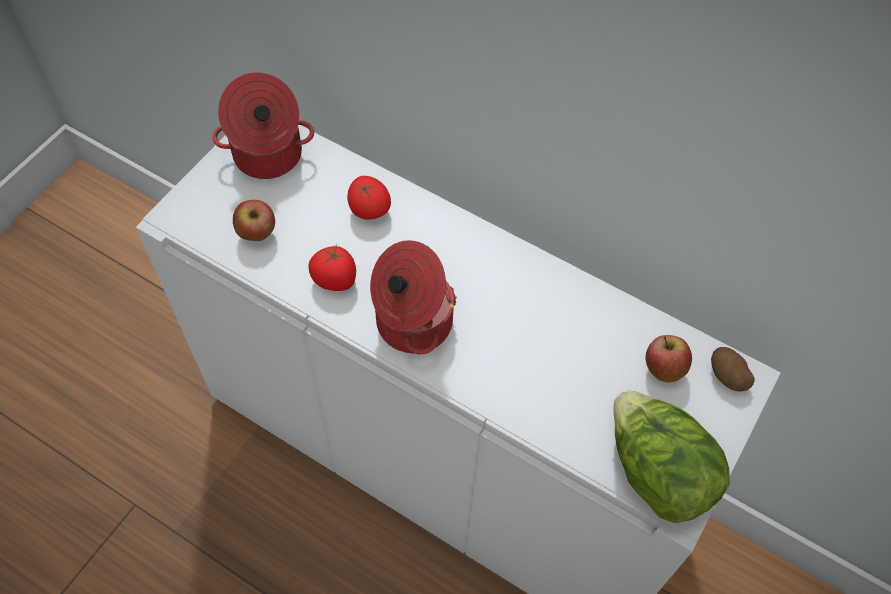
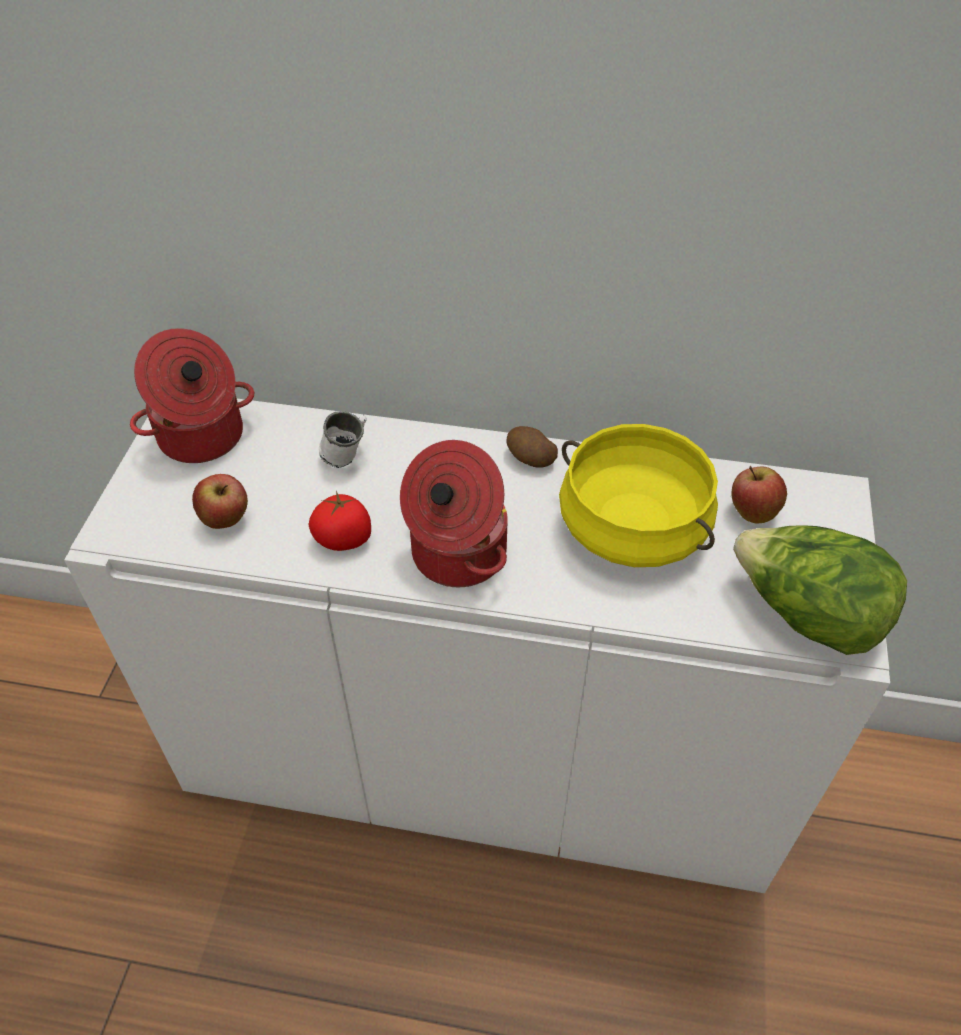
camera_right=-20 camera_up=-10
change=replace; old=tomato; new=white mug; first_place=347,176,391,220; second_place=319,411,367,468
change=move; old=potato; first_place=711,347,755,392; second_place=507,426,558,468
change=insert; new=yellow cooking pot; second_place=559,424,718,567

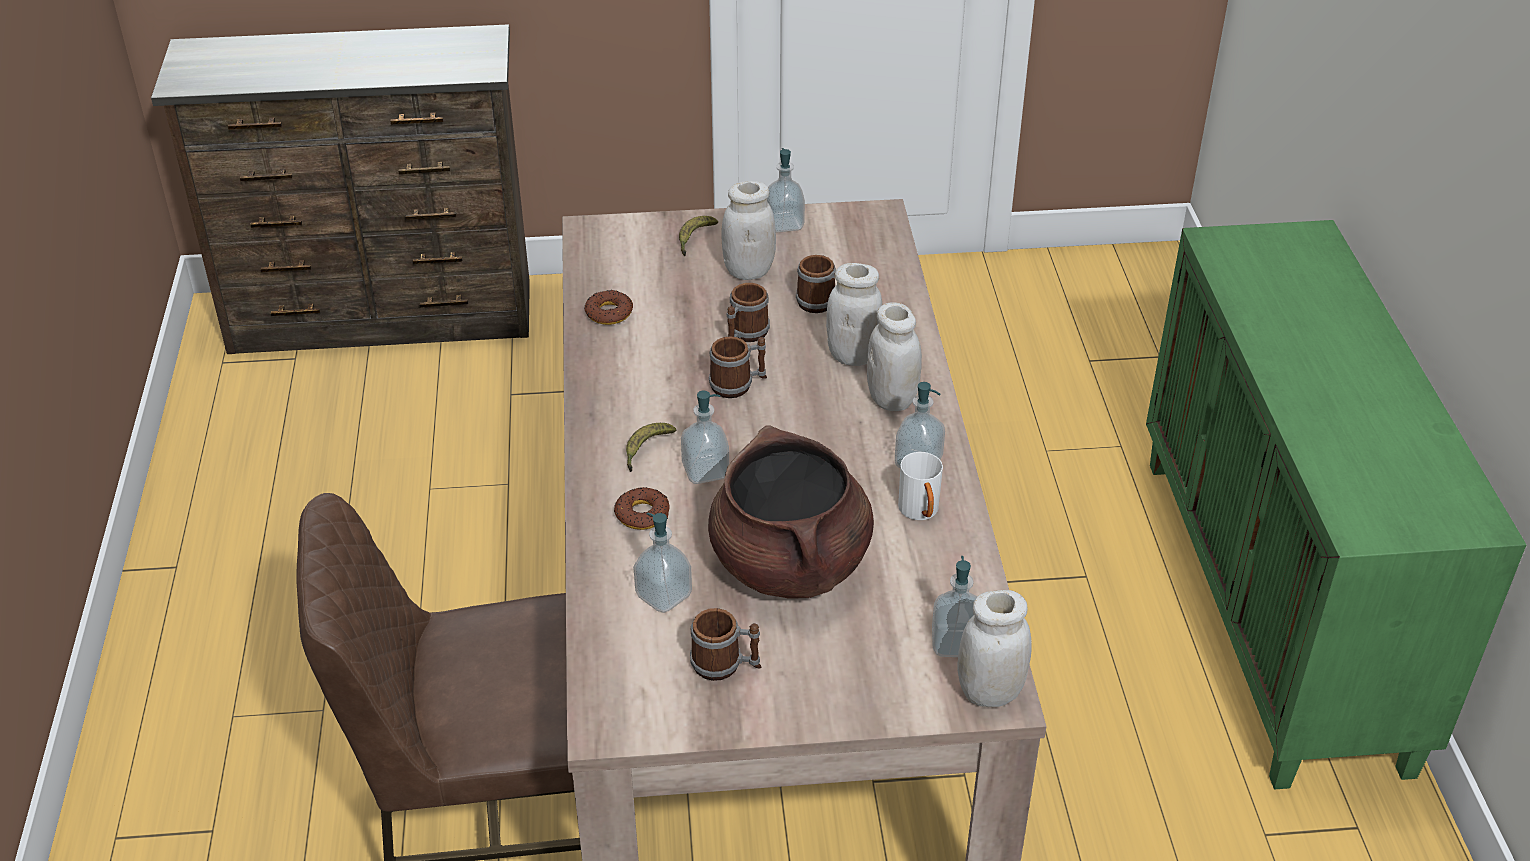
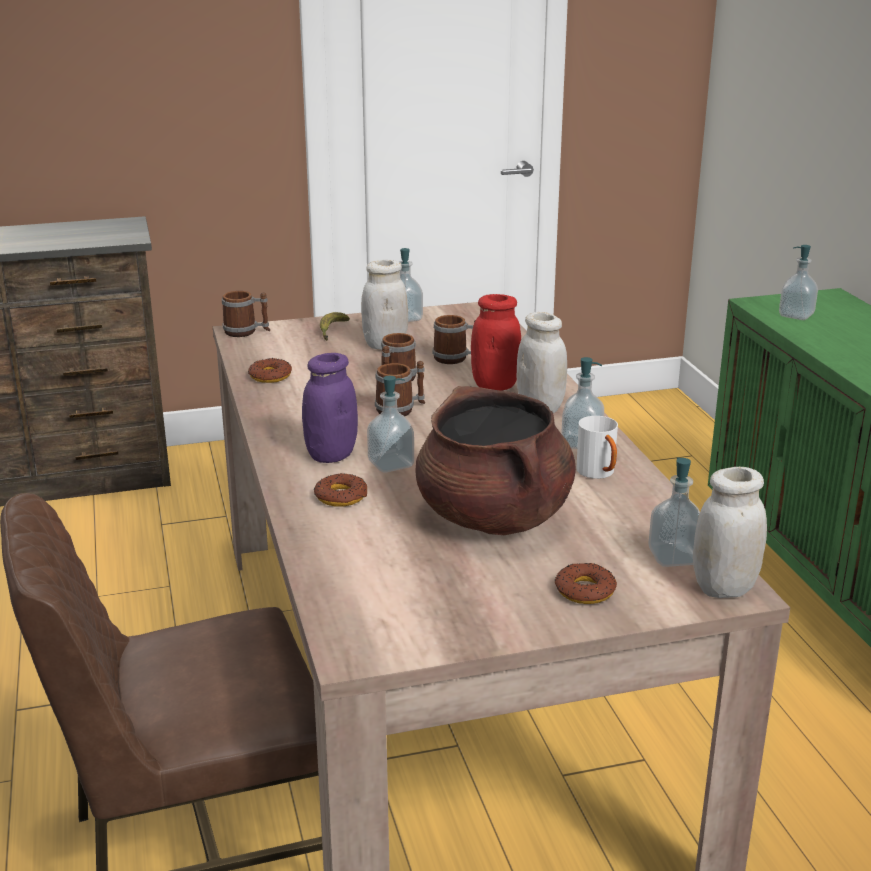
camera_right=-10 camera_up=-15
change=move; old=mug; first_place=690,608,762,681; second_place=222,291,270,337
change=replace; old=banana; new=purple jar; first_place=626,423,676,472; second_place=302,353,358,463
change=recolor; old=white jar; new=red jar; first_place=826,263,883,366; second_place=471,294,521,391
change=insert; new=donut; second_place=555,563,617,604
change=move; old=soap dispenser; first_place=633,513,692,613; second_place=779,245,818,320

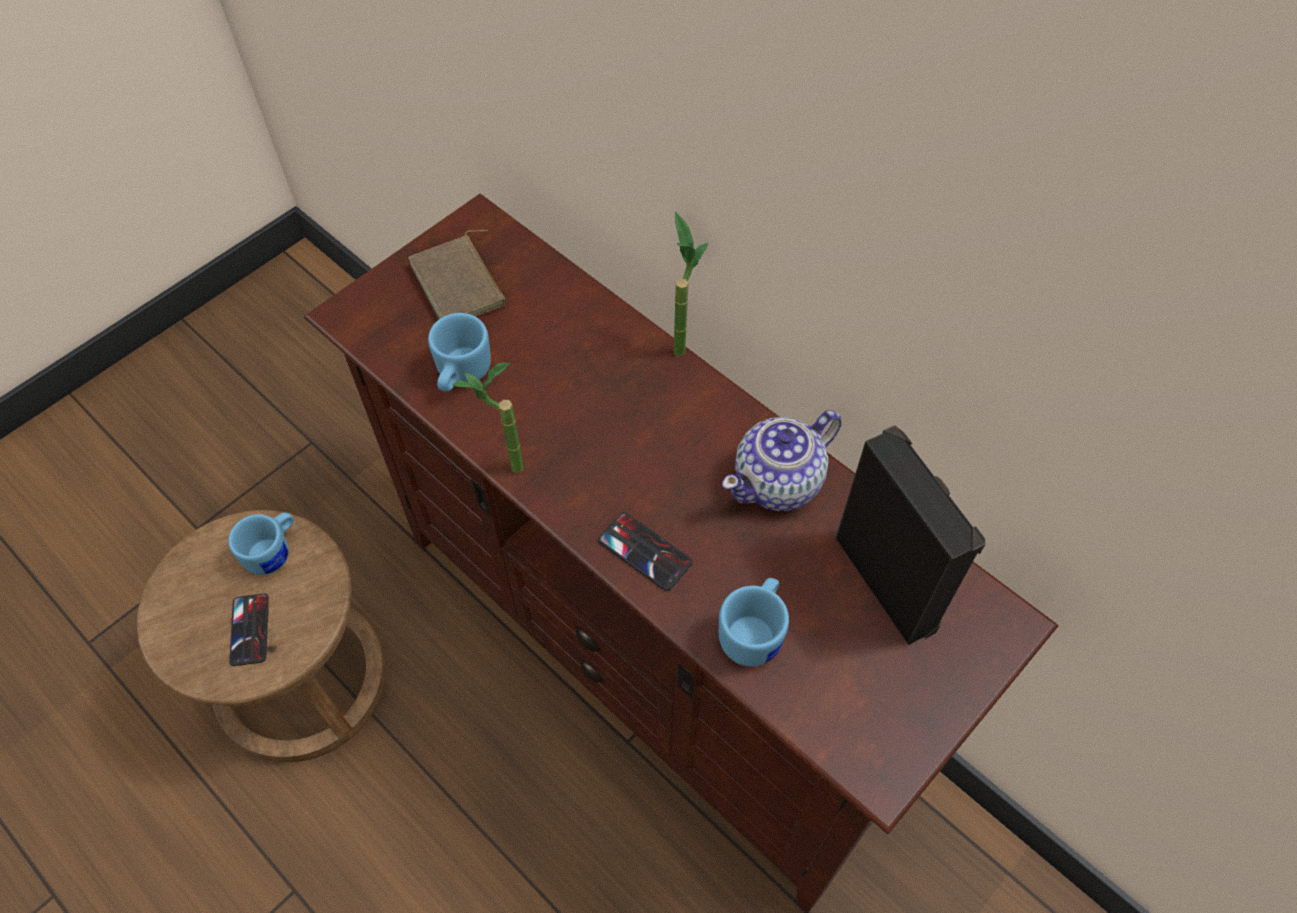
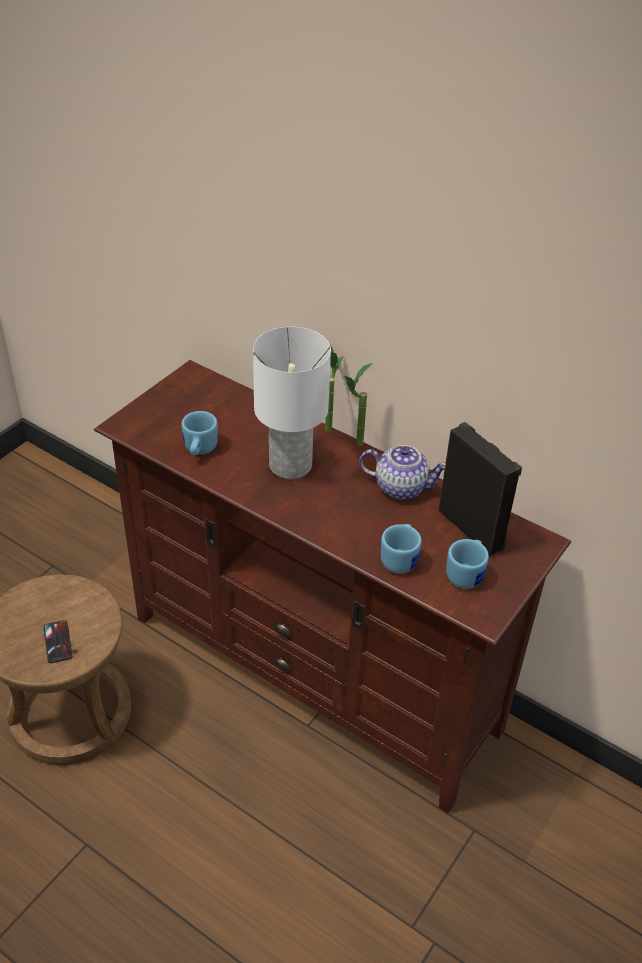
camera_right=-10 camera_up=-15
change=insert; new=white table lamp; second_place=253,327,331,479
change=move; old=potted plant; first_place=452,363,524,473; second_place=342,363,372,446
change=rotate; old=teapot; first_place=722,410,841,511; second_place=359,445,446,500; degrees=-120
change=move; old=blue mug; first_place=228,512,294,575; second_place=446,539,489,589
change=delete; old=brown book; first_place=408,230,505,320
change=delete; old=phone; first_place=598,513,693,591

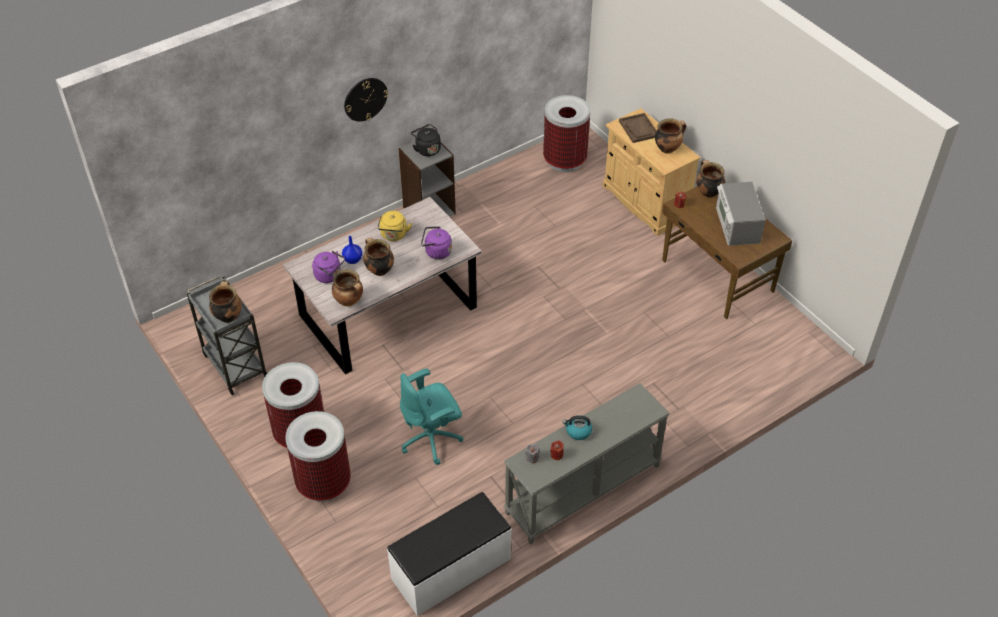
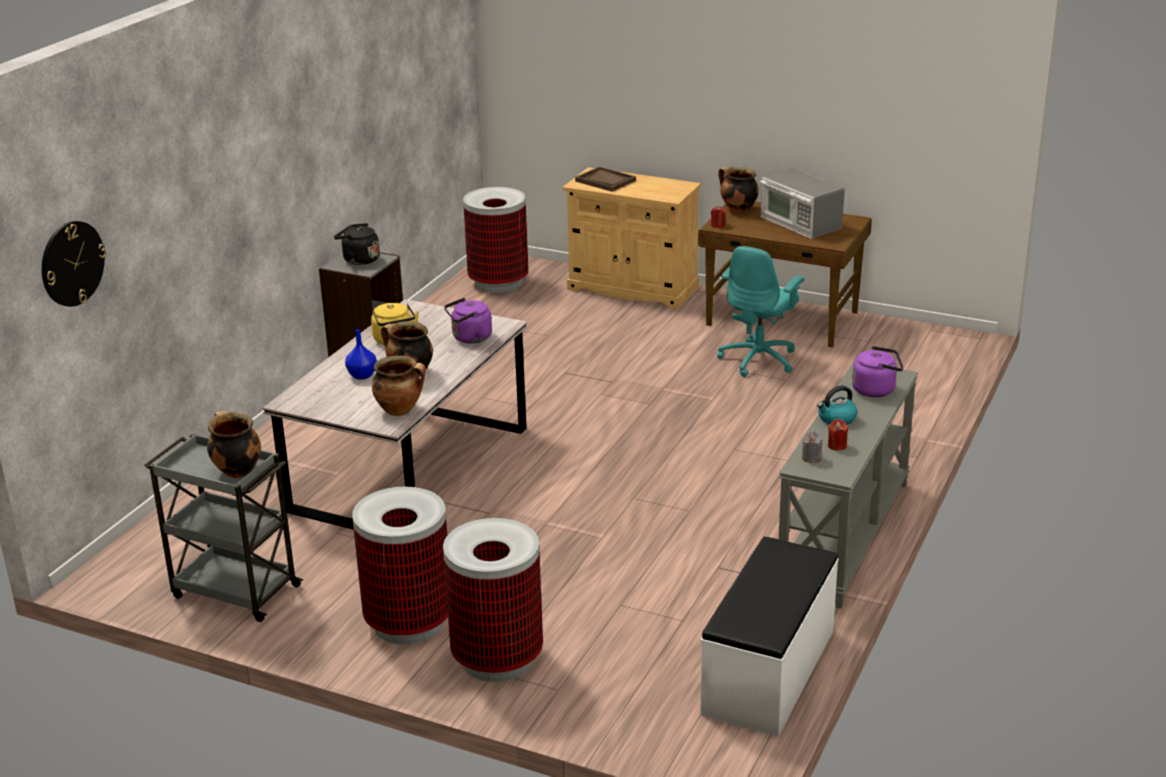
camera_right=-30 camera_up=-20
change=move; old=wall clock; first_place=344,78,388,122; second_place=42,221,106,307
change=move; old=turquoise office chair; first_place=400,368,463,465; second_place=717,246,804,377
change=move; old=purple kettle; first_place=312,251,345,283; second_place=852,346,903,397
change=delete; old=cooking pot; first_place=655,118,686,153

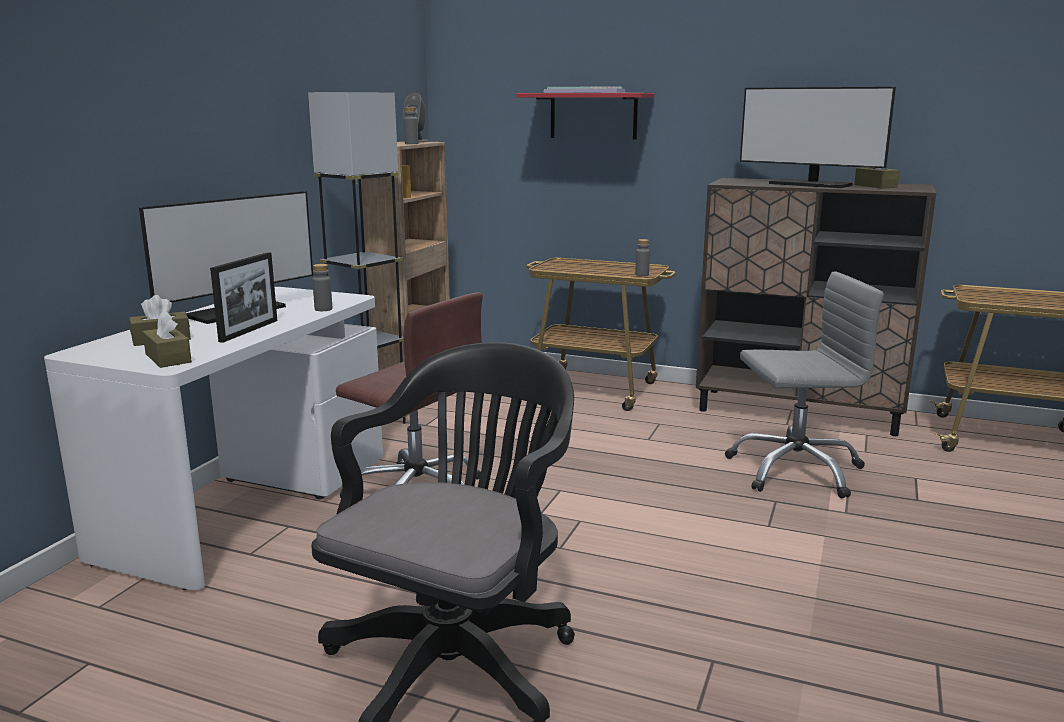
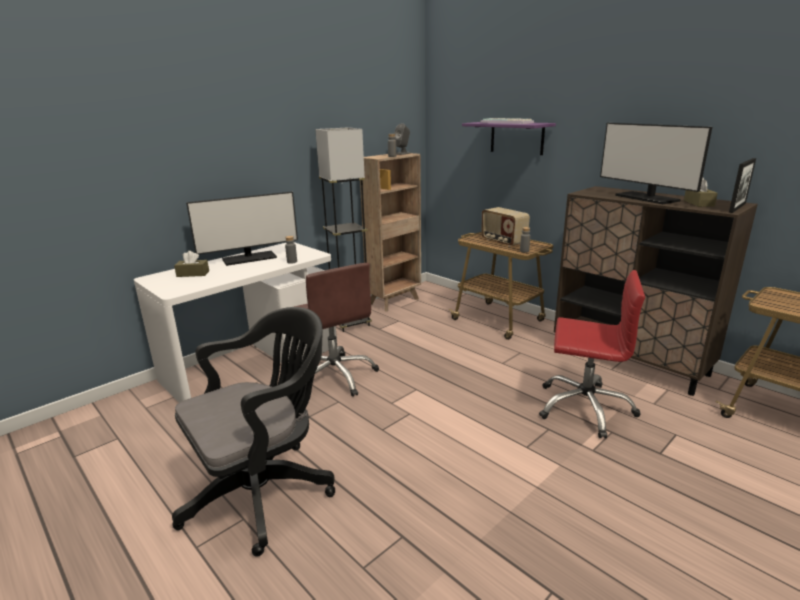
camera_right=25 camera_up=5
change=recolor; old=red shelf; new=purple shelf; first_place=517,93,655,140; second_place=462,122,556,155
change=insert; new=radio; second_place=481,207,530,247
change=recolor; old=grey office chair; new=red office chair; first_place=725,271,884,499; second_place=539,270,645,438
change=move; old=picture frame; first_place=210,252,277,343; second_place=729,158,756,213
change=delete; old=brown tissue box; first_place=143,311,192,368

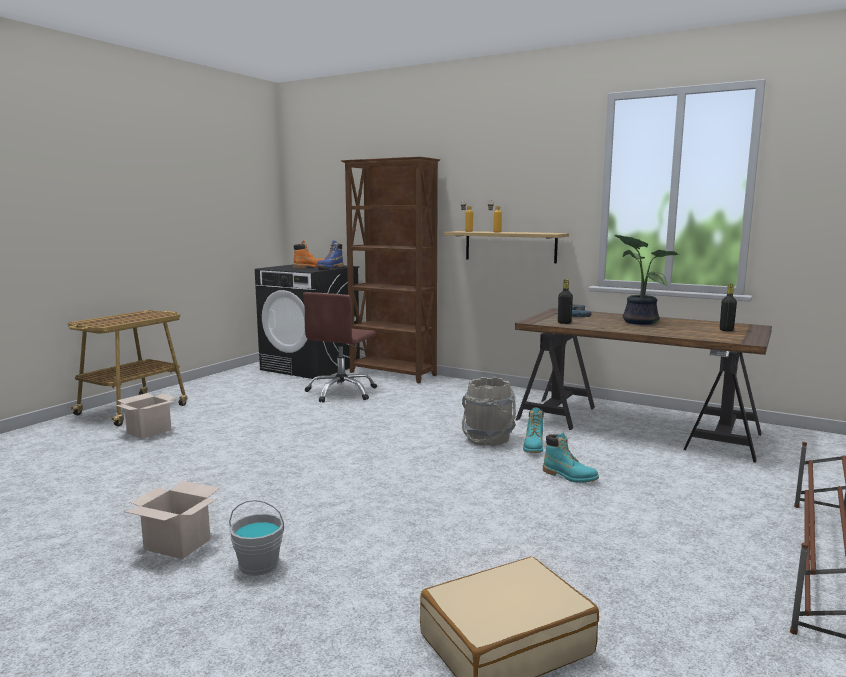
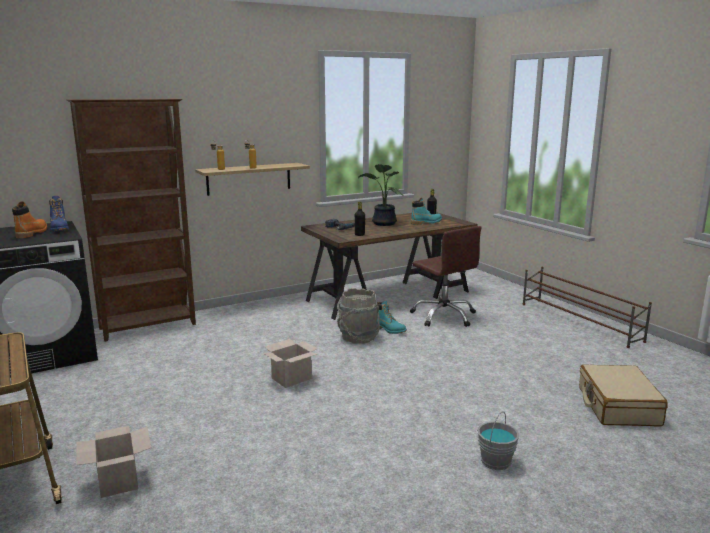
camera_right=-60 camera_up=5
change=move; old=cardboard box; first_place=124,481,220,559; second_place=263,339,318,388
change=move; old=brown office chair; first_place=303,292,377,403; second_place=410,226,481,327
change=move; old=turquoise boot; first_place=543,432,599,483; second_place=411,198,442,225

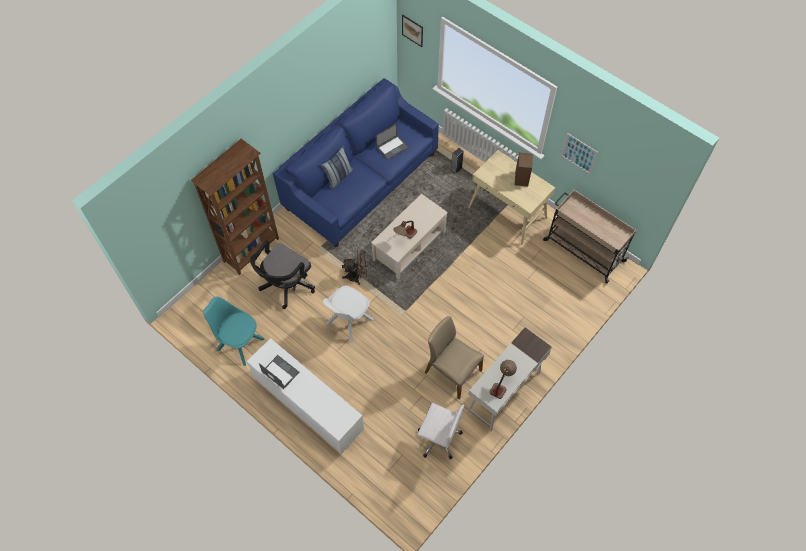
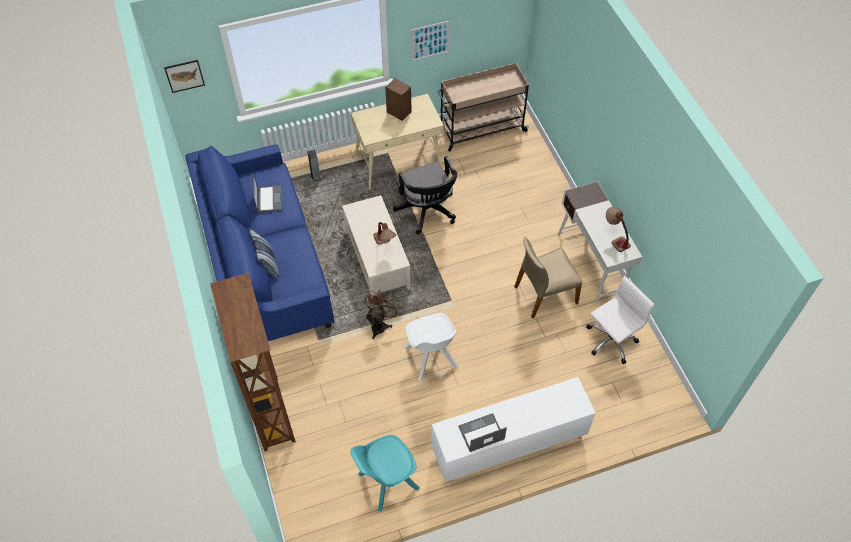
camera_right=-60 camera_up=-5
change=move; old=black office chair; first_place=250,240,315,309; second_place=393,156,457,234

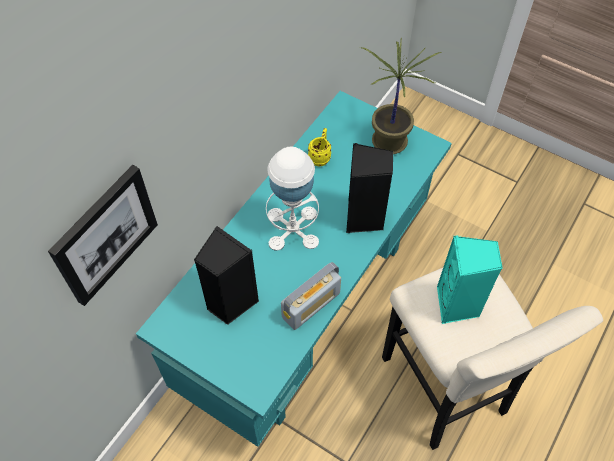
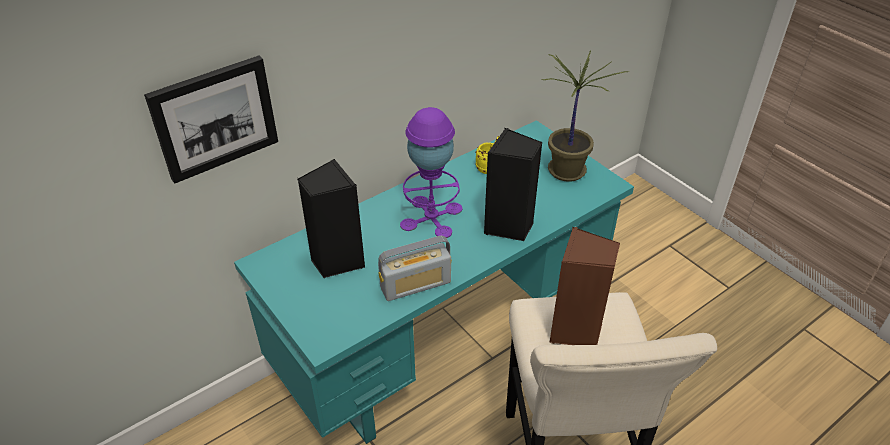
camera_right=20 camera_up=-15
change=recolor; old=white table lamp; new=purple table lamp; first_place=266,147,319,251; second_place=400,107,462,238
change=recolor; old=turquoise speaker; new=brown speaker; first_place=437,235,503,324; second_place=550,227,620,345

